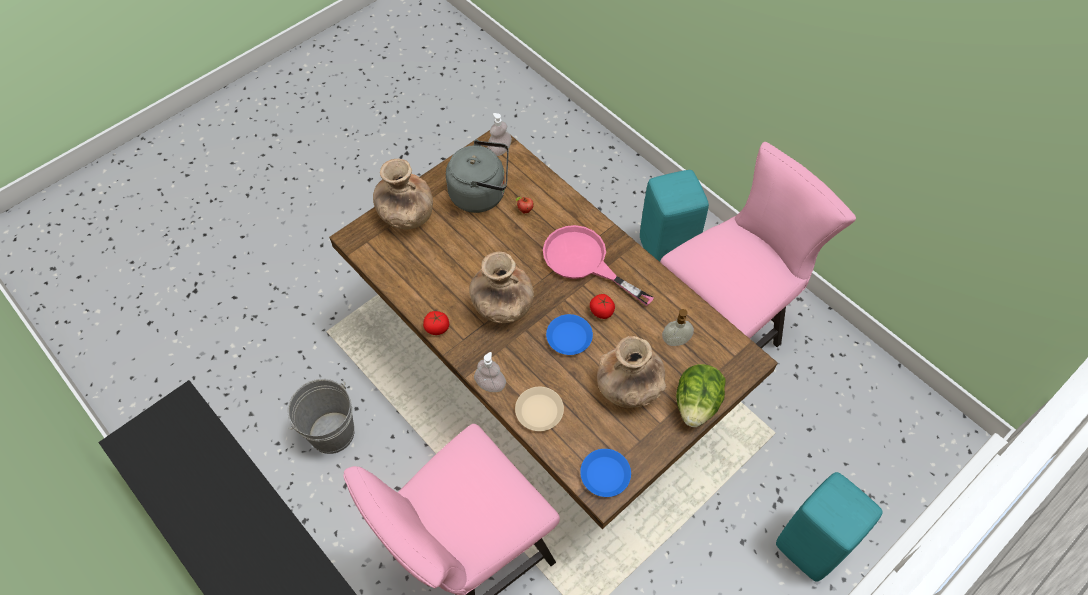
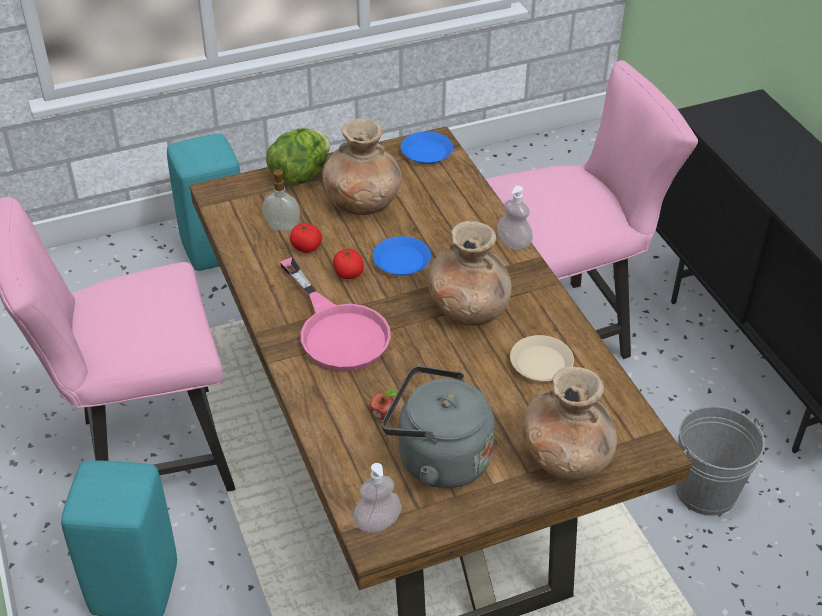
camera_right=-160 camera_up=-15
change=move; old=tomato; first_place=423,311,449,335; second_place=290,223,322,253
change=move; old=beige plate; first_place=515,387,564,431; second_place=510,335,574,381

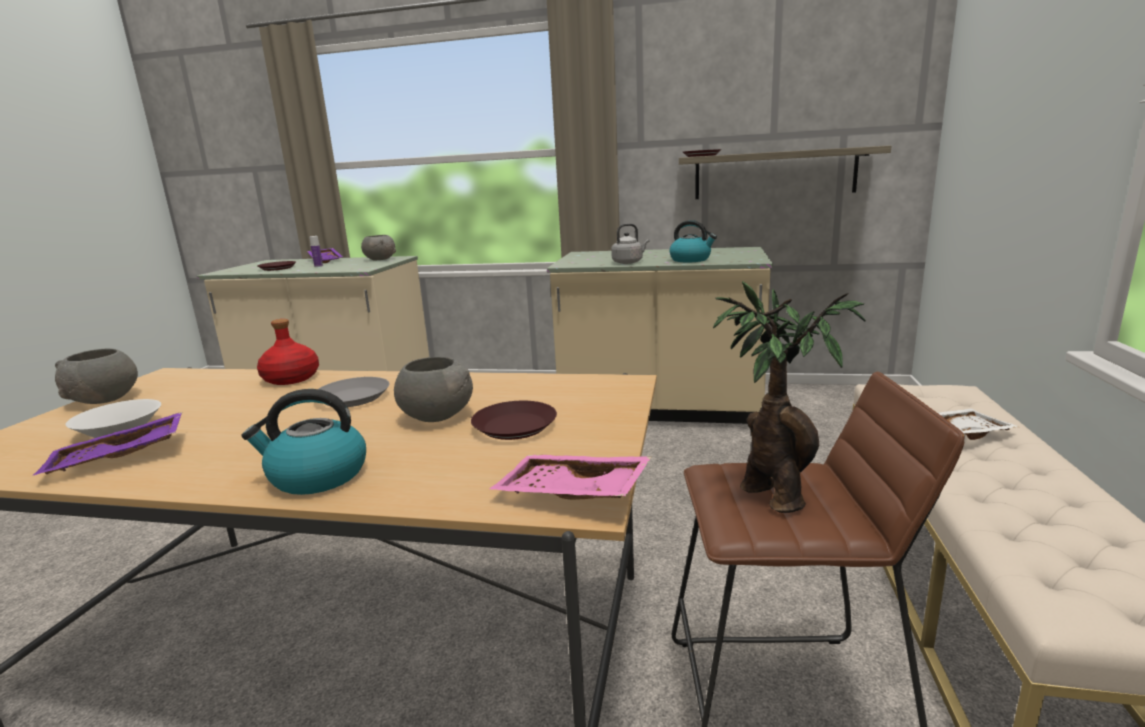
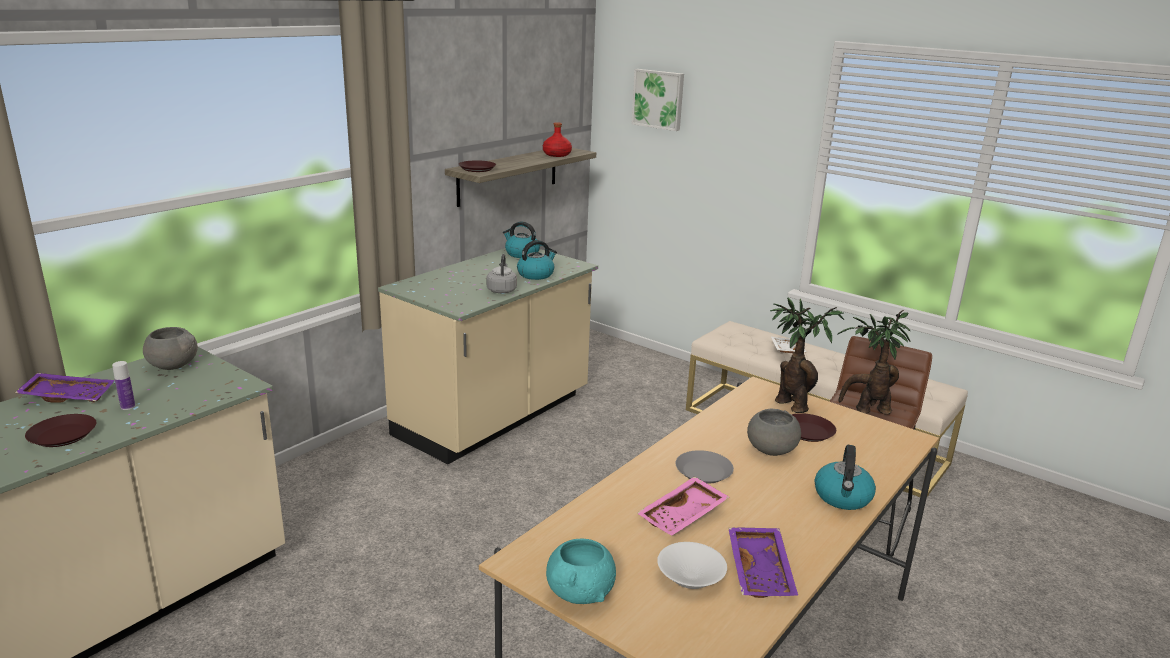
camera_right=-65 camera_up=5
change=insert; new=kettle; second_place=503,222,540,258
change=move; old=red bottle; first_place=257,319,319,385; second_place=543,122,572,157
change=recolor; old=grey bowl; new=turquoise bowl; first_place=55,348,138,404; second_place=546,539,616,604
change=insert; new=picture; second_place=631,69,684,131
change=move; old=pink tray; first_place=489,455,652,500; second_place=637,477,729,536
change=insert; new=potted plant; second_place=770,297,844,413

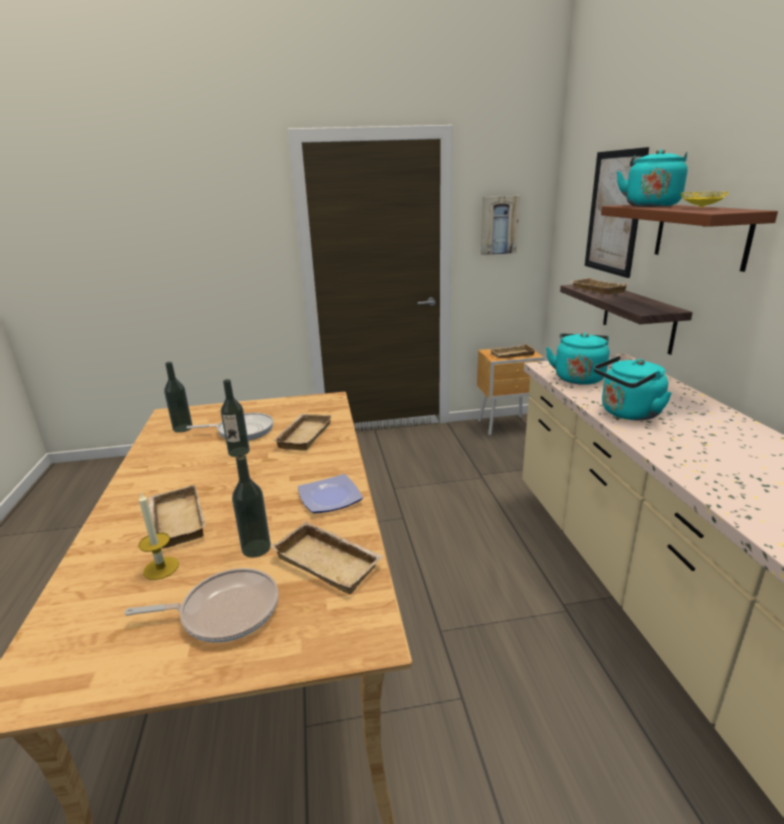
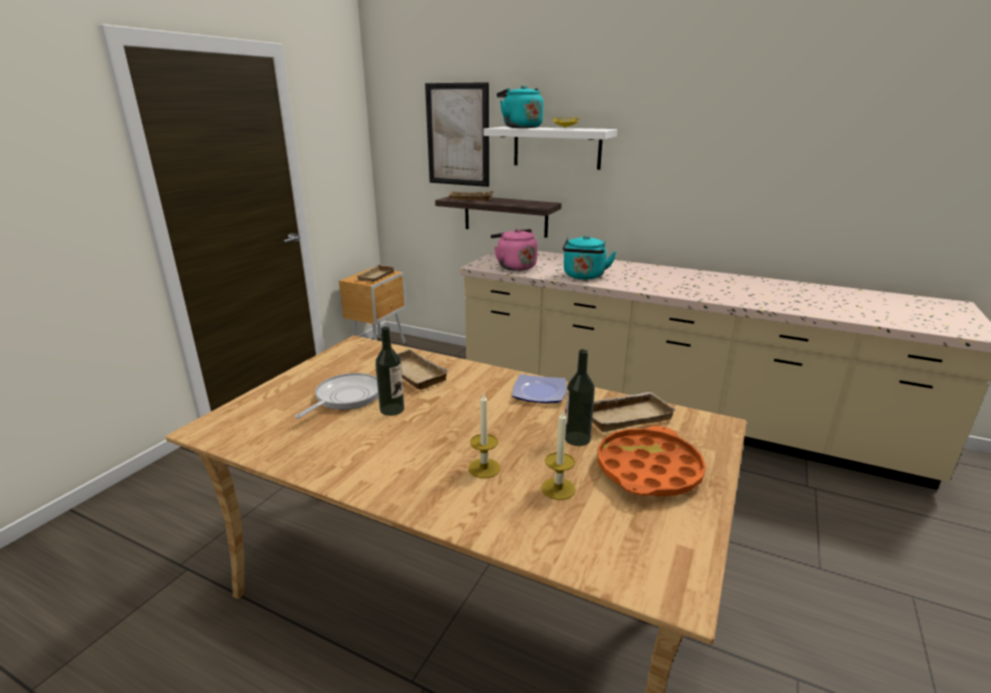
camera_right=-55 camera_up=0
change=replace; old=beige tray; new=candle; first_place=148,484,206,548; second_place=468,392,500,478
change=recolor; old=brown shelf; new=white shelf; first_place=601,205,778,272; second_place=483,127,618,170
change=recolor; old=turquoise kettle; new=pink kettle; first_place=546,332,609,385; second_place=491,229,538,271
change=replace; old=frying pan; new=orange tray; first_place=125,568,278,643; second_place=597,426,706,496
change=delete; old=bottle; first_place=164,362,193,433
change=delete; old=picture; first_place=481,196,520,255

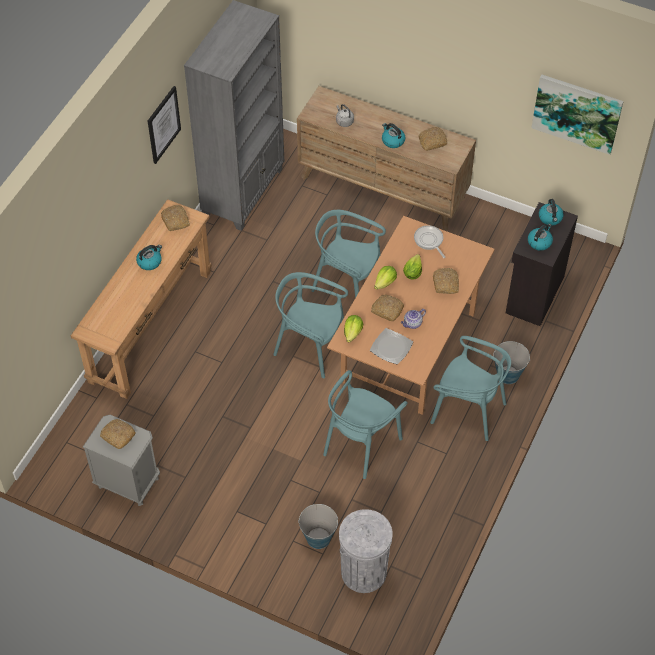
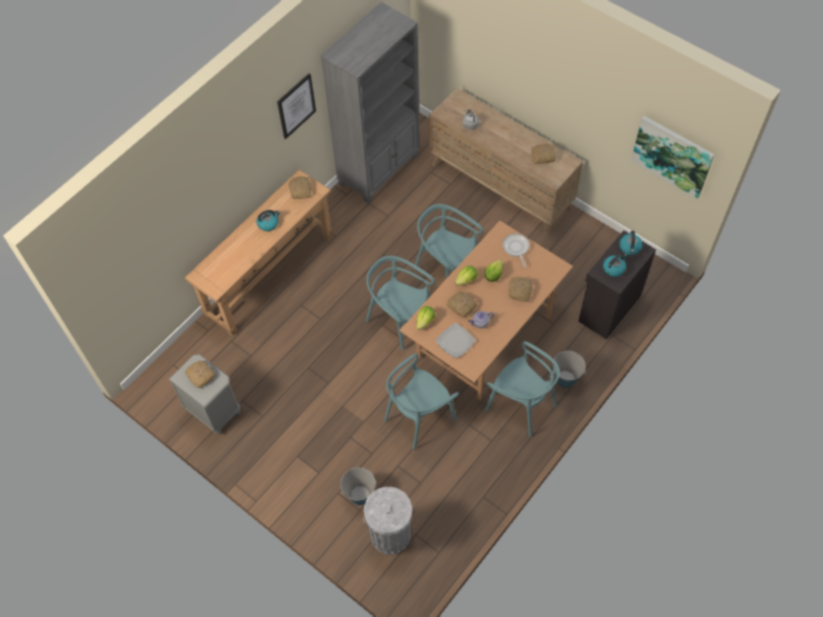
camera_right=15 camera_up=5
change=delete; old=kettle; first_place=382,123,405,148

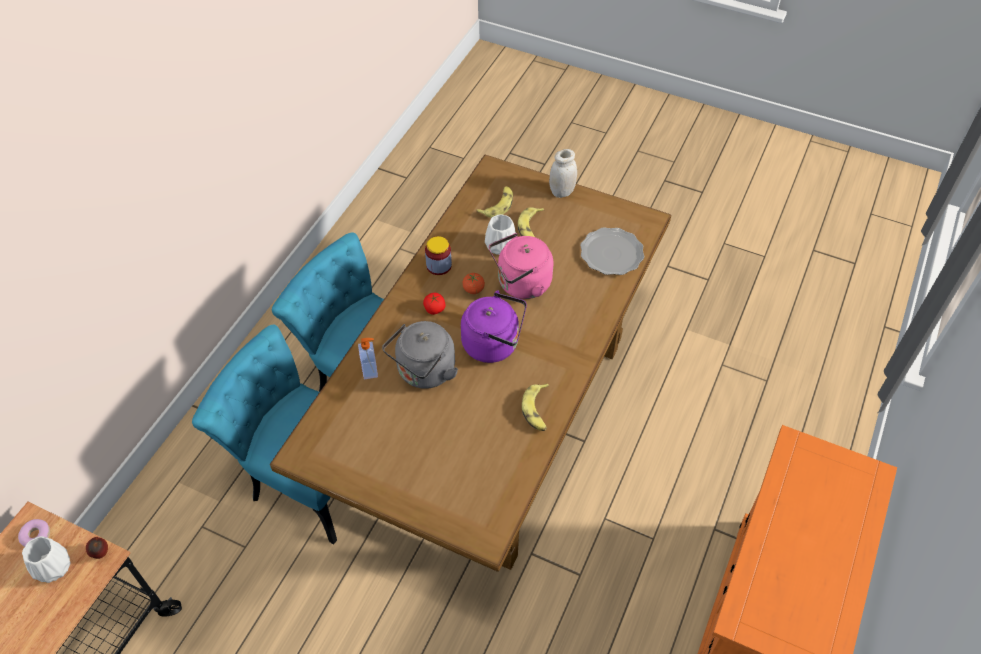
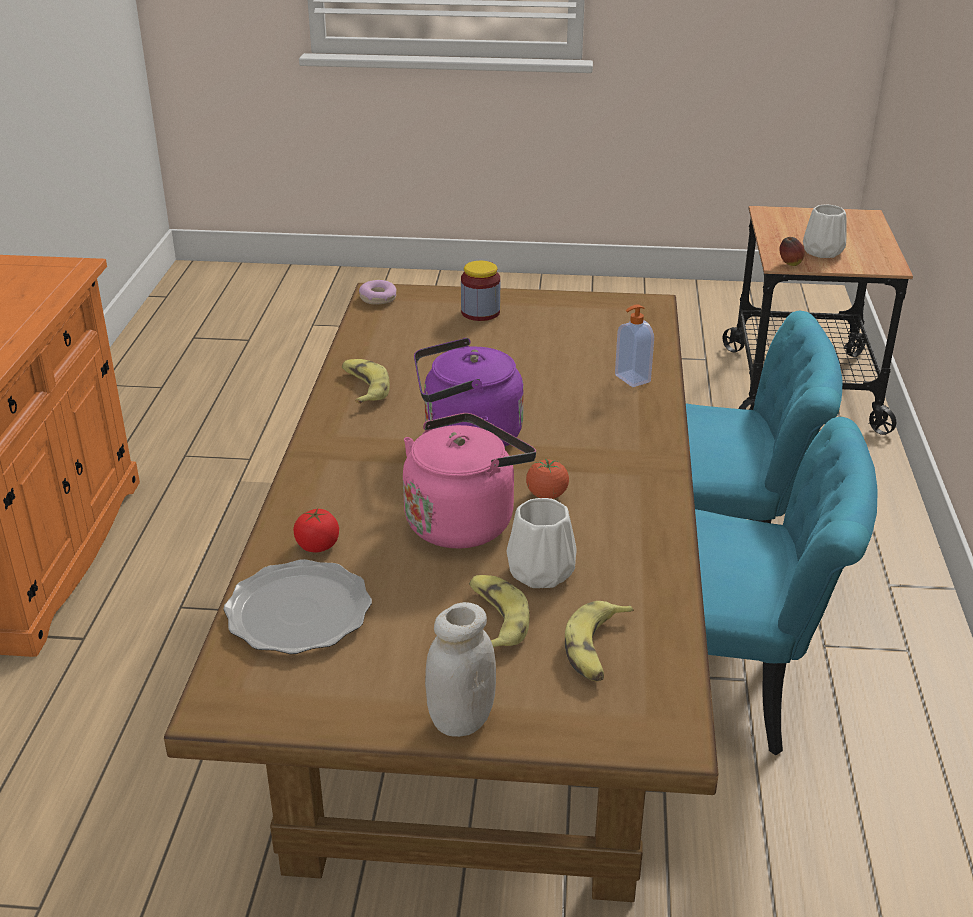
camera_right=160 camera_up=-20
change=move; old=tomato; first_place=423,293,445,315; second_place=293,508,339,552
change=move; old=donut; first_place=18,519,50,547; second_place=359,280,397,304
change=move; old=jar; first_place=425,236,452,275; second_place=461,261,500,321
change=delete; old=grey kettle; first_place=382,321,458,388

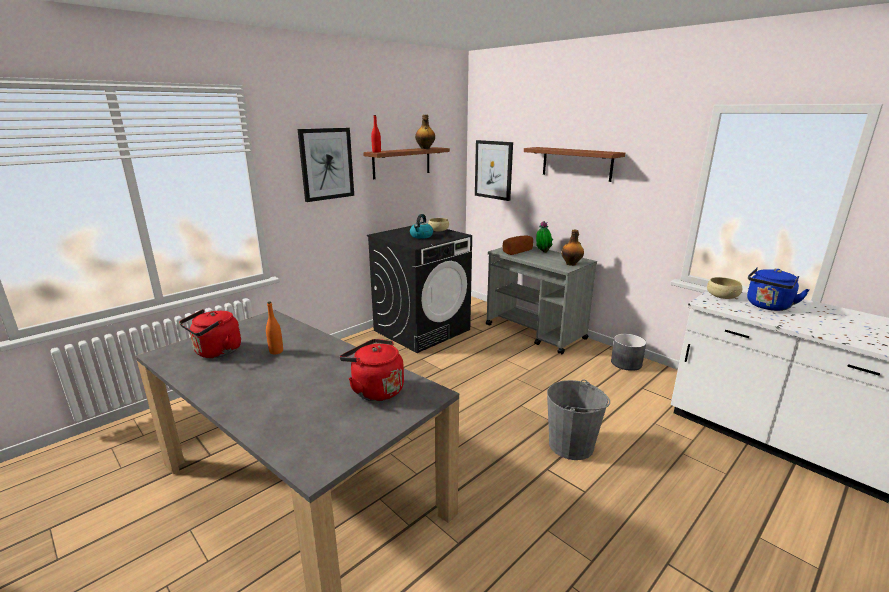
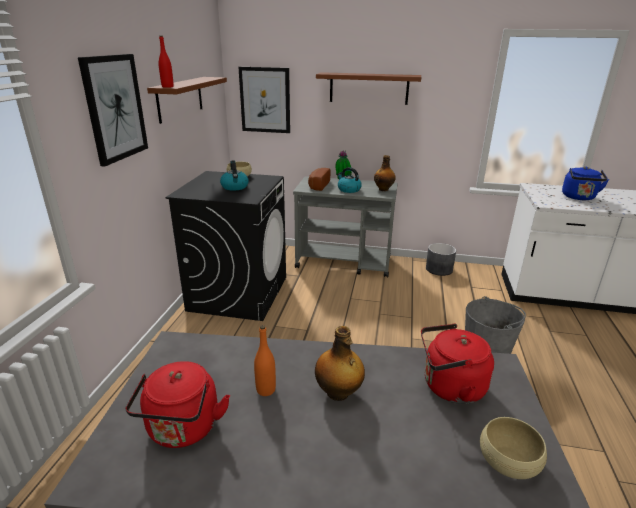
camera_right=-35 camera_up=5
change=move; old=bottle; first_place=415,115,435,149; second_place=315,326,365,401
change=insert; new=kettle; second_place=337,167,362,193
change=move; old=beige bowl; first_place=707,277,742,299; second_place=480,417,547,479

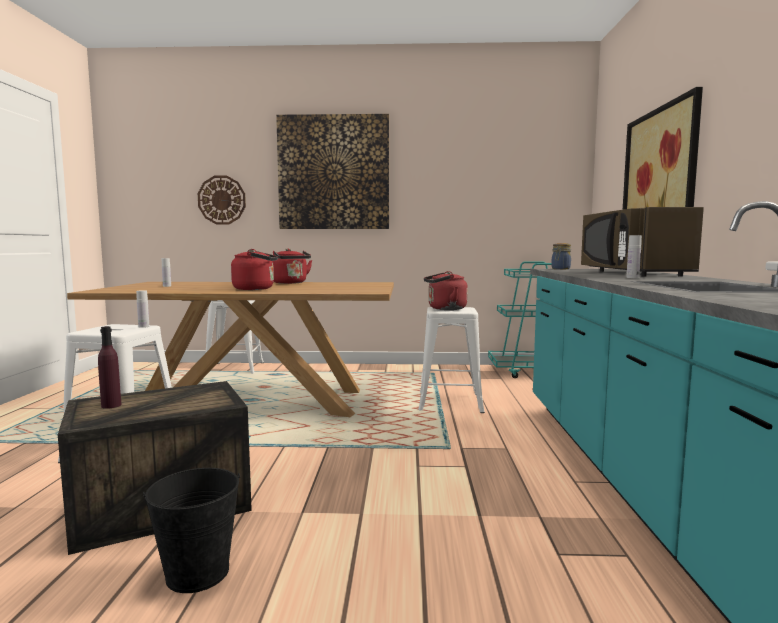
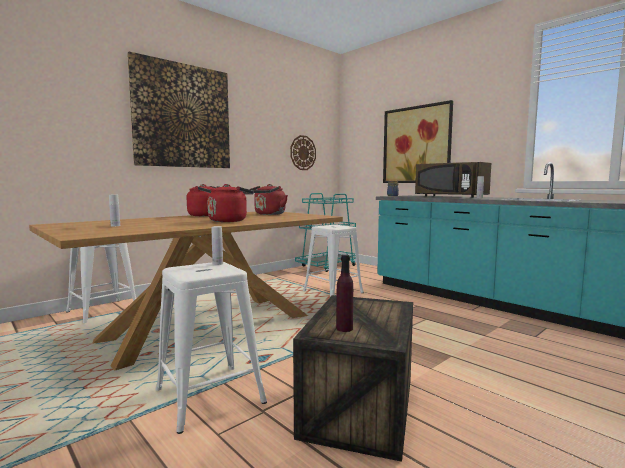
camera_right=-45 camera_up=0
change=move; old=red kettle; first_place=424,271,468,310; second_place=249,184,288,215
change=move; old=wall clock; first_place=198,176,246,225; second_place=290,135,316,170
change=delete; old=black bucket; first_place=143,468,240,593

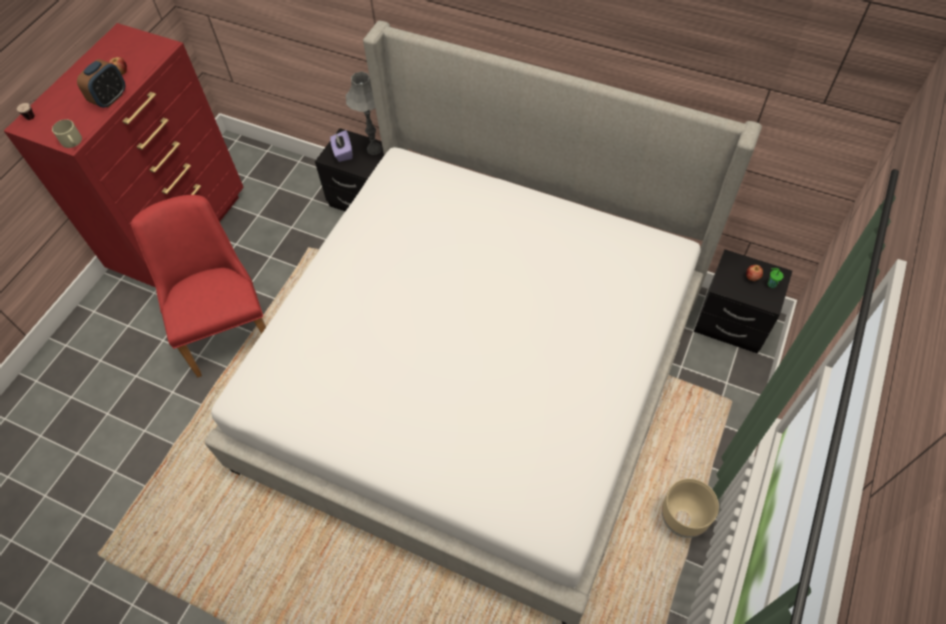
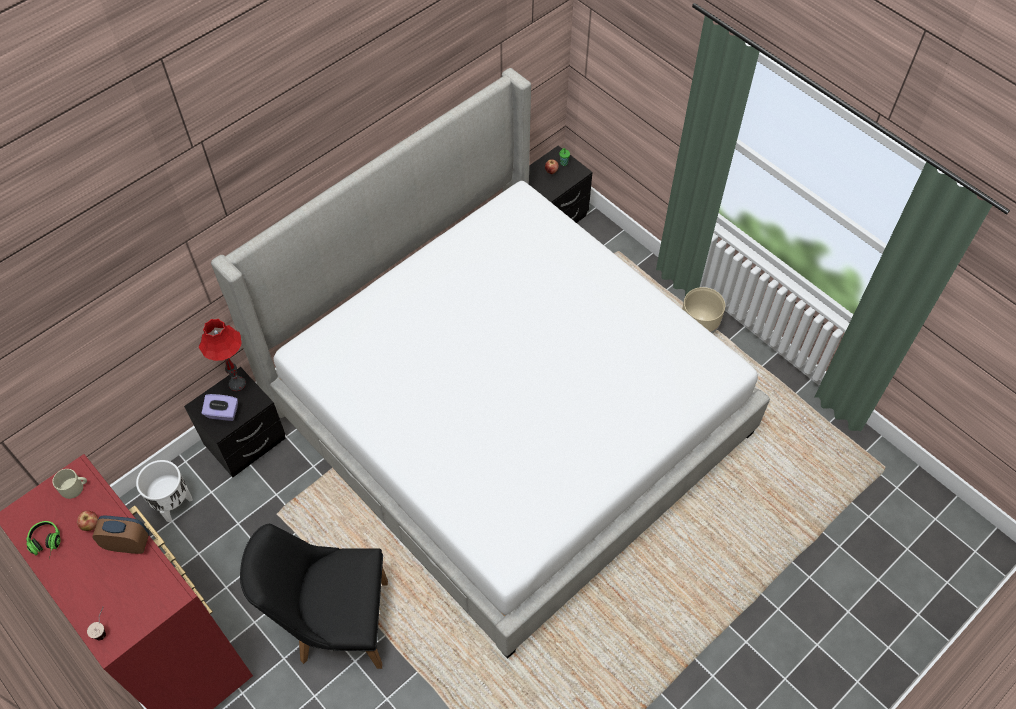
camera_right=-70 camera_up=0
change=insert; new=headphones; second_place=26,521,61,560
change=move; old=beige mug; first_place=52,119,82,148; second_place=52,469,87,499
change=rotate; old=alarm clock; first_place=77,59,125,108; second_place=92,515,149,554; degrees=-45
change=insert; new=white planter; second_place=136,460,193,522
change=recolor; old=grey table lamp; new=red table lamp; first_place=346,71,382,155; second_place=199,319,246,391
change=recolor; old=red chair; new=black chair; first_place=131,195,266,378; second_place=240,524,388,669

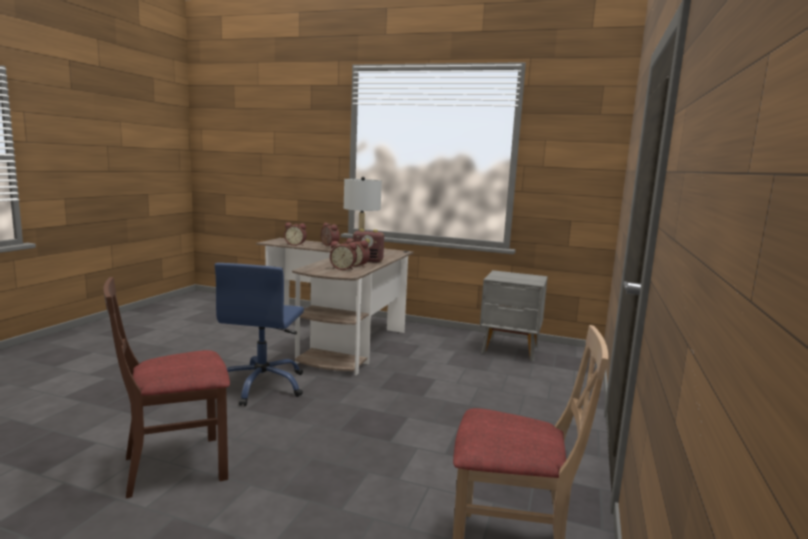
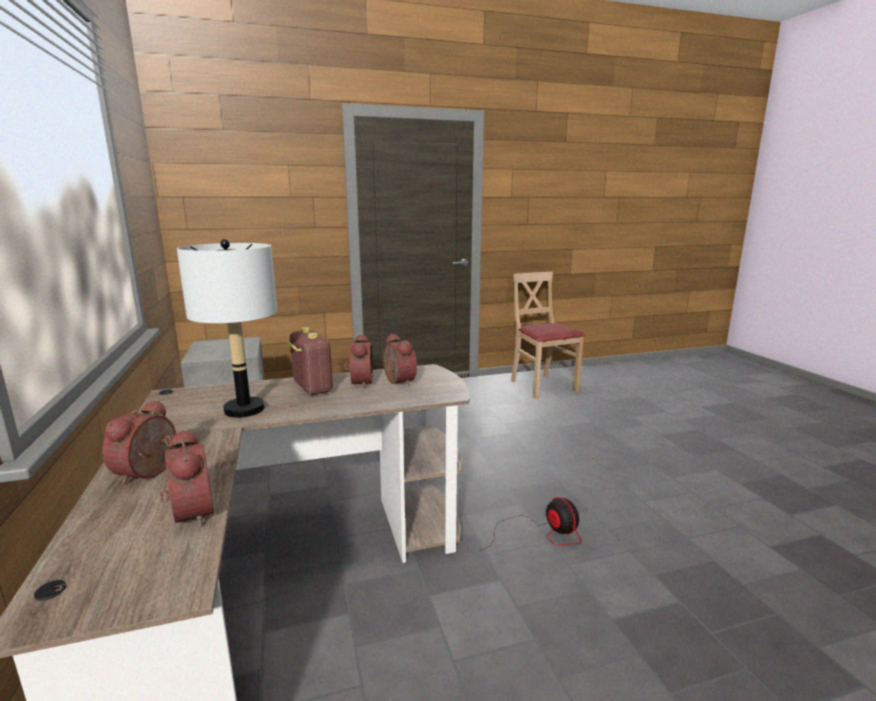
camera_right=-125 camera_up=5
change=replace; old=blue office chair; new=fan; first_place=215,263,304,406; second_place=479,497,582,551
change=delete; old=brown chair; first_place=103,277,230,498

